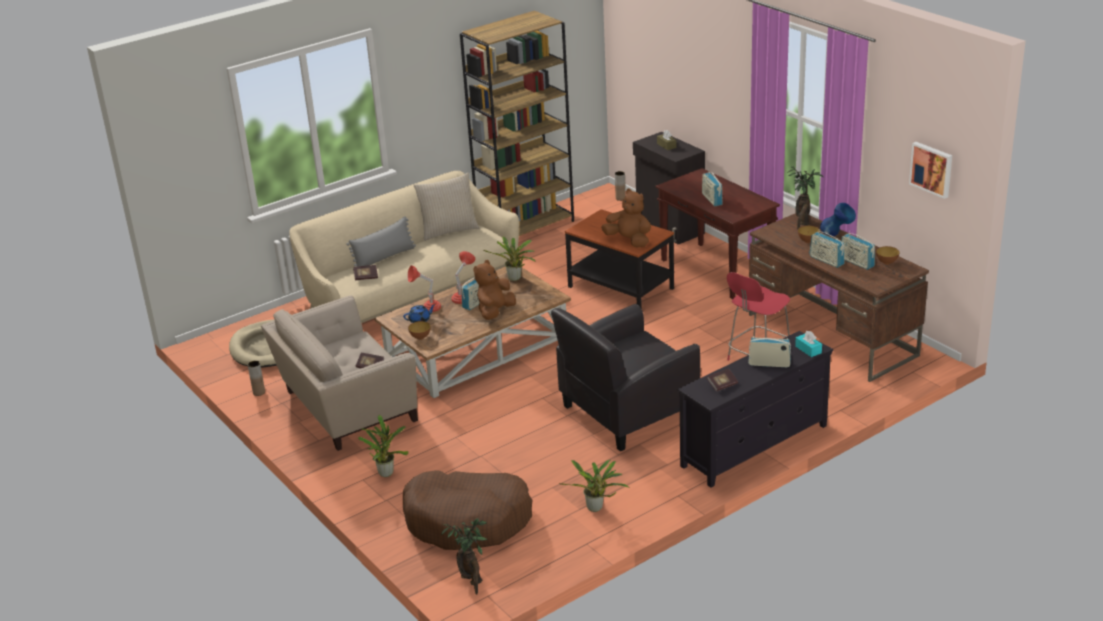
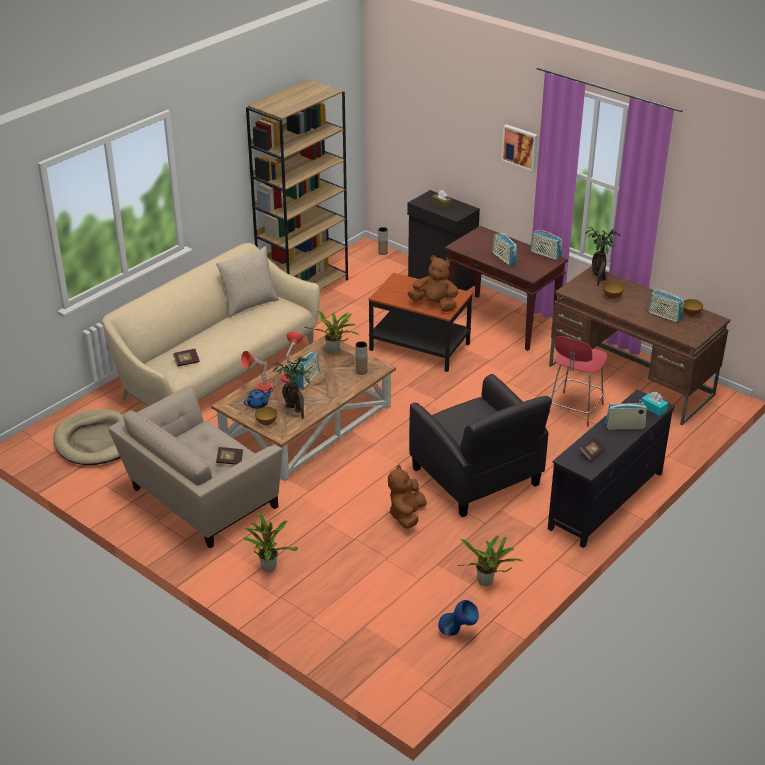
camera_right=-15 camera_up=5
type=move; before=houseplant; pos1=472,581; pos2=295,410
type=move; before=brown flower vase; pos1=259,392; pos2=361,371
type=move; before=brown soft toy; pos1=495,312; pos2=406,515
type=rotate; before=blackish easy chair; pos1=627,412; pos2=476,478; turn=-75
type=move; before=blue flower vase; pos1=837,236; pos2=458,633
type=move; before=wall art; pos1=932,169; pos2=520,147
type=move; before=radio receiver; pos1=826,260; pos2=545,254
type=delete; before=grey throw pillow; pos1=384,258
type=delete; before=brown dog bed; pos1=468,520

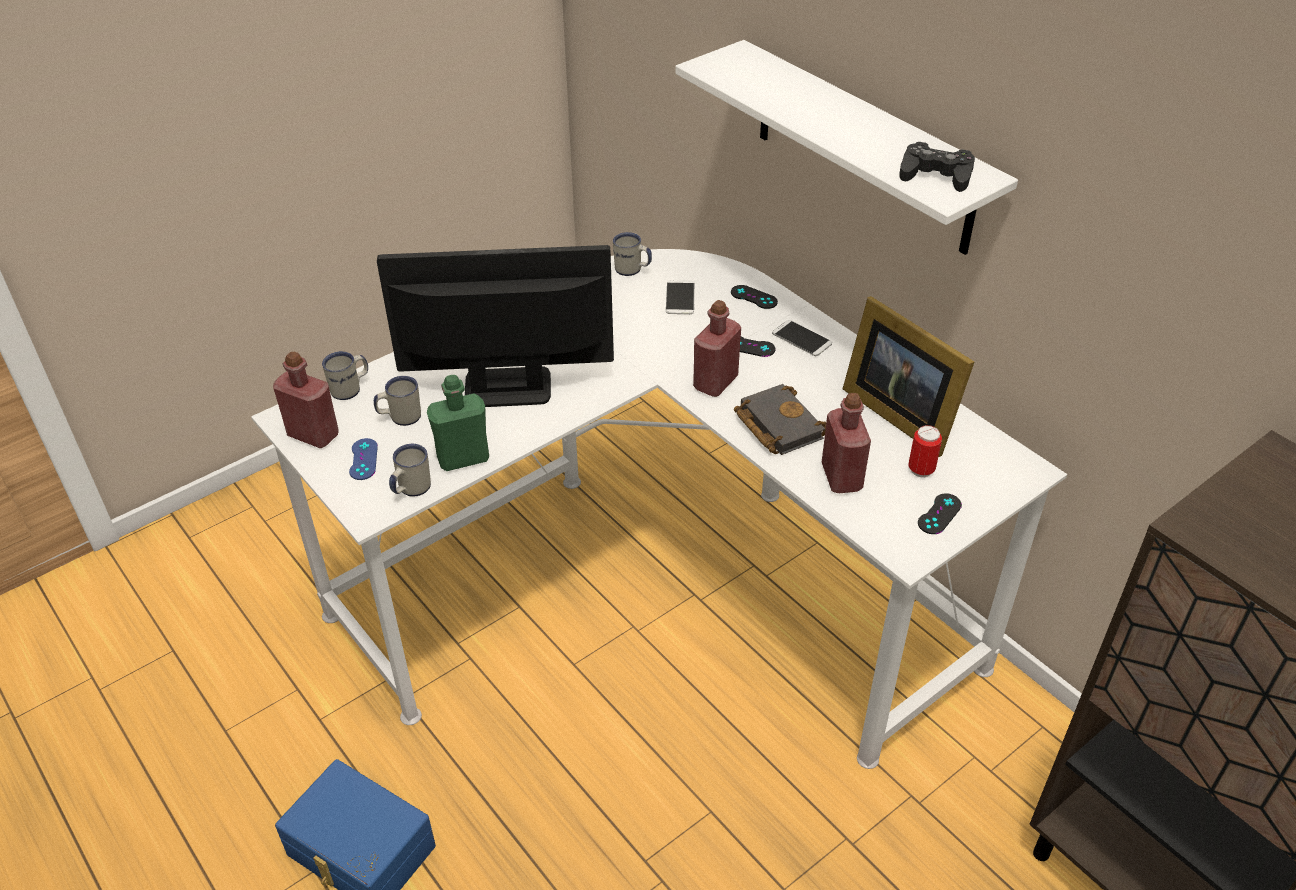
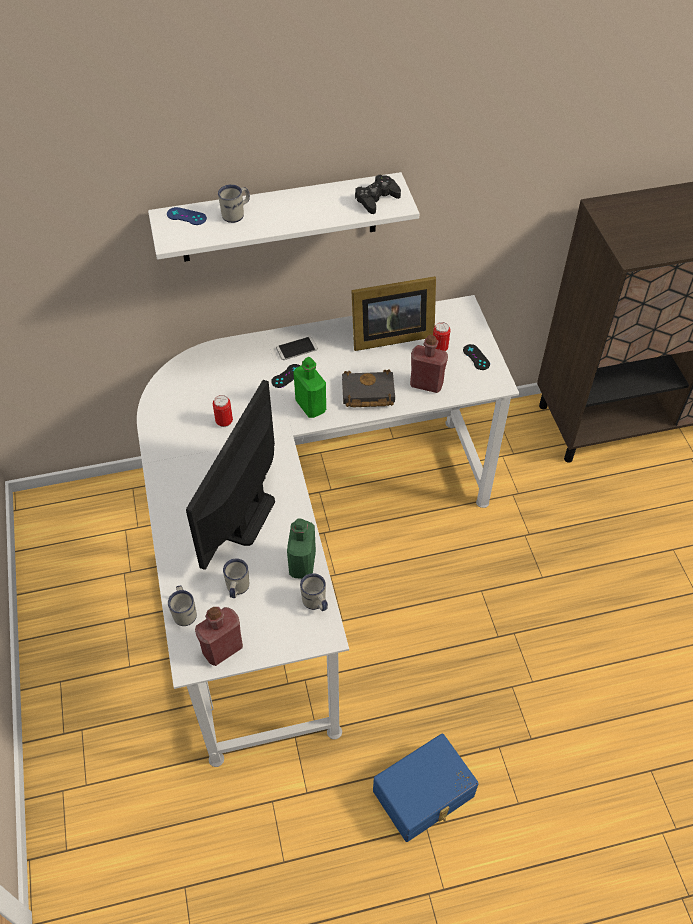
camera_right=-65 camera_up=10
type=move; before=blue gamepad; pos1=363,459; pos2=186,216
type=insert; after=can; pos2=224,422
type=move; before=white mug; pos1=632,270; pos2=236,214
type=recolor; before=red beverage bottle; after=green-coloured beverage bottle; pos1=715,382; pos2=310,406
type=delete; before=handset; pos1=680,298
type=delete; before=blackish gamepad; pos1=754,297

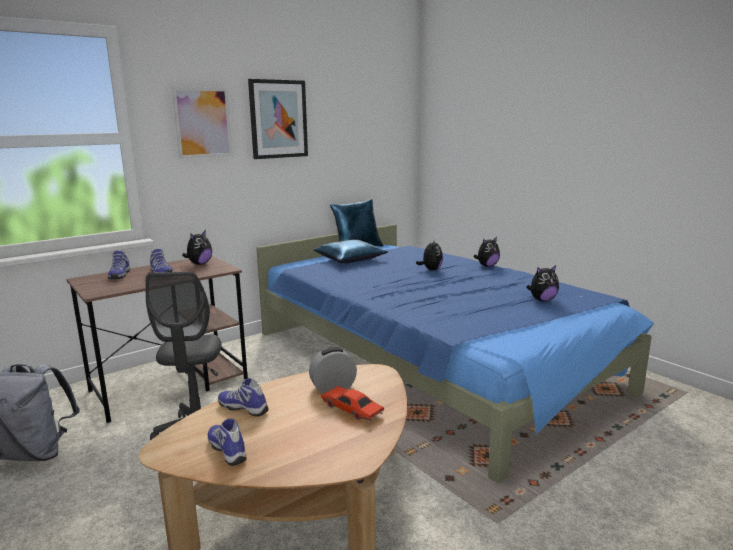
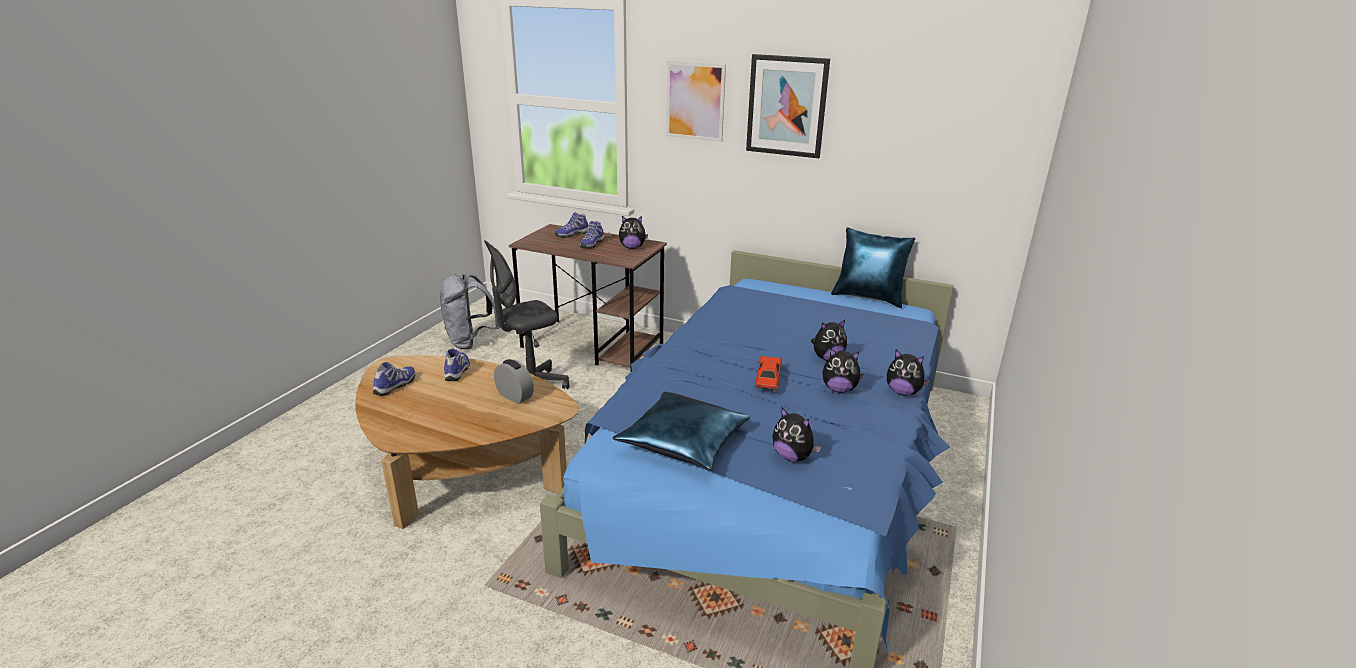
camera_right=60 camera_up=10
type=move; before=blue throw pillow; pos1=350,259; pos2=684,441
type=move; before=red model car; pos1=352,409; pos2=768,379
type=insert; after=soft toy; pos2=839,389

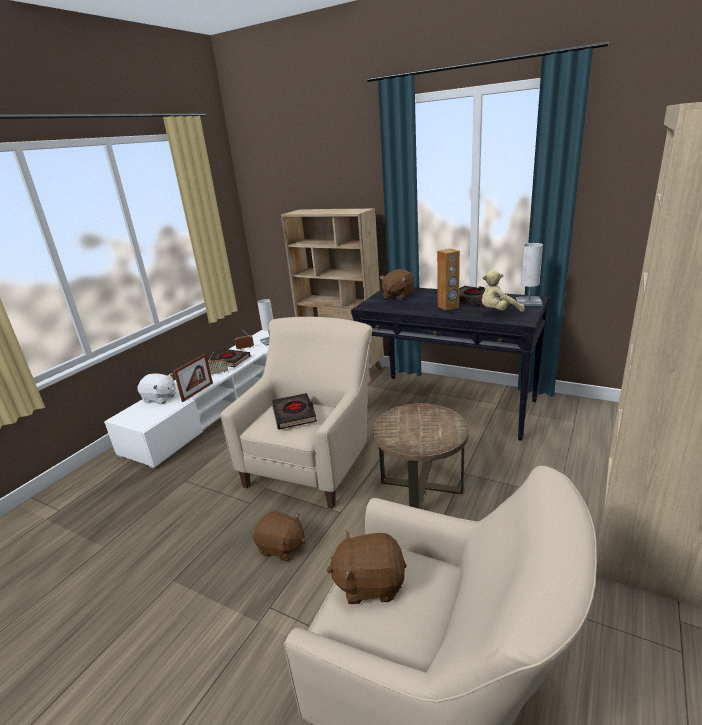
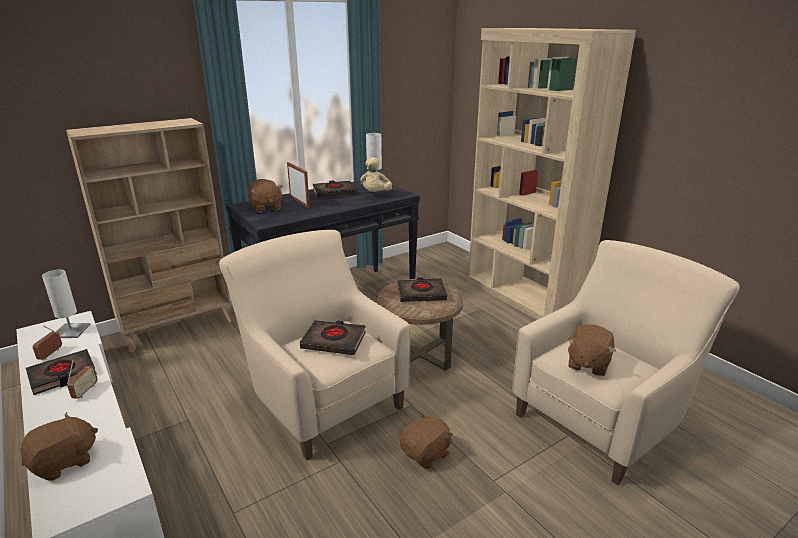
camera_right=-65 camera_up=0
type=recolor; before=white soft toy; after=brown soft toy; pos1=160,398; pos2=64,462
type=move; before=standing frame; pos1=197,392; pos2=299,201
type=insert; after=blackish volume; pos2=421,293
type=delete; before=brown audio speaker; pos1=448,307

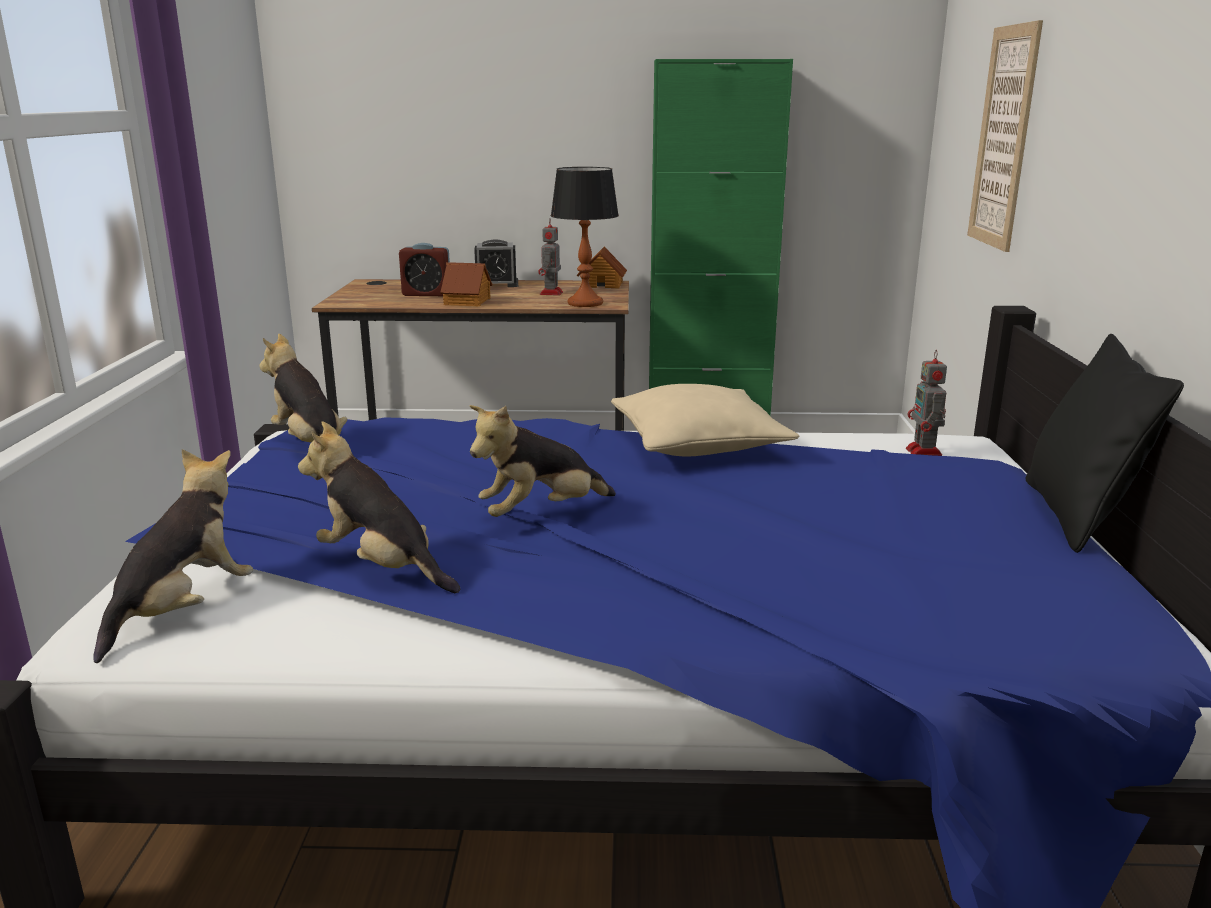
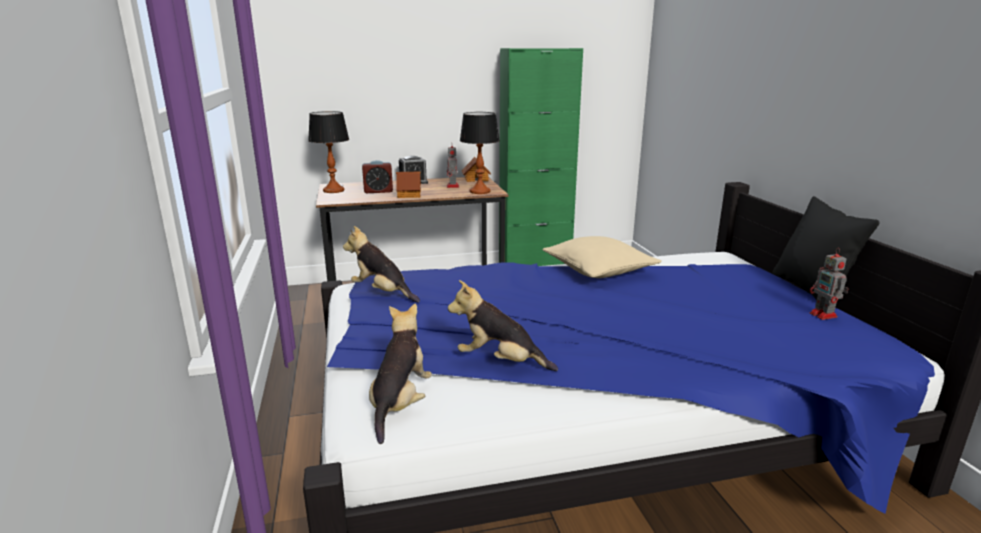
camera_right=-15 camera_up=0
type=insert; after=tabletop lamp; pos2=334,190
type=move; before=model robot; pos1=924,452; pos2=824,315
type=delete; before=soft toy; pos1=541,513
type=delete; before=wall art; pos1=1003,137

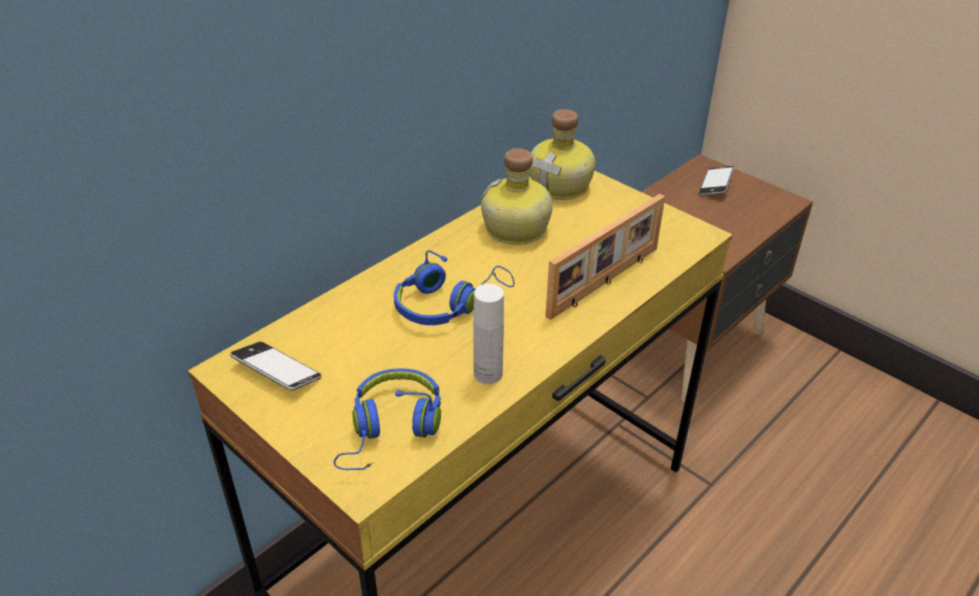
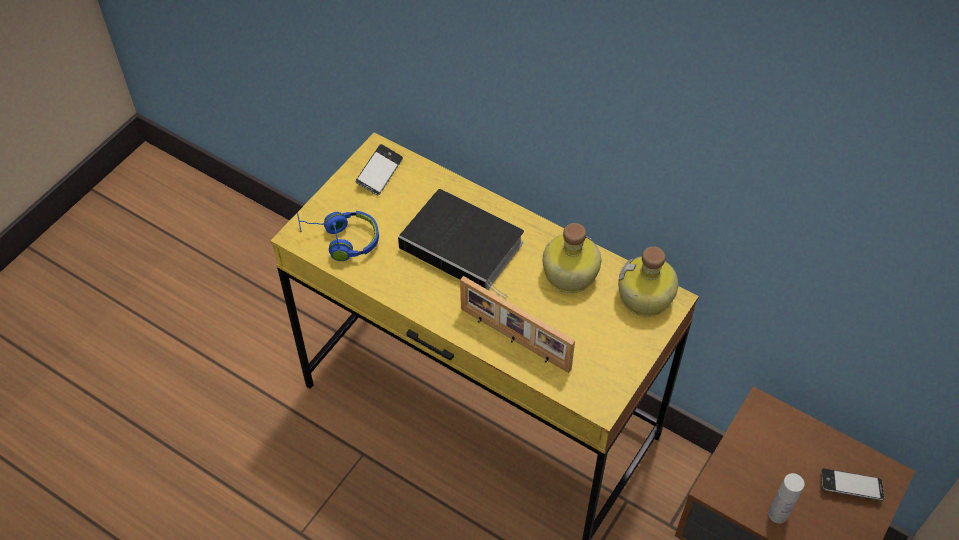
camera_right=80 camera_up=15
type=replace; before=blue pair of headphones; after=volume; pos1=448,303; pos2=465,246
type=move; before=white beverage bottle; pos1=488,374; pos2=778,514

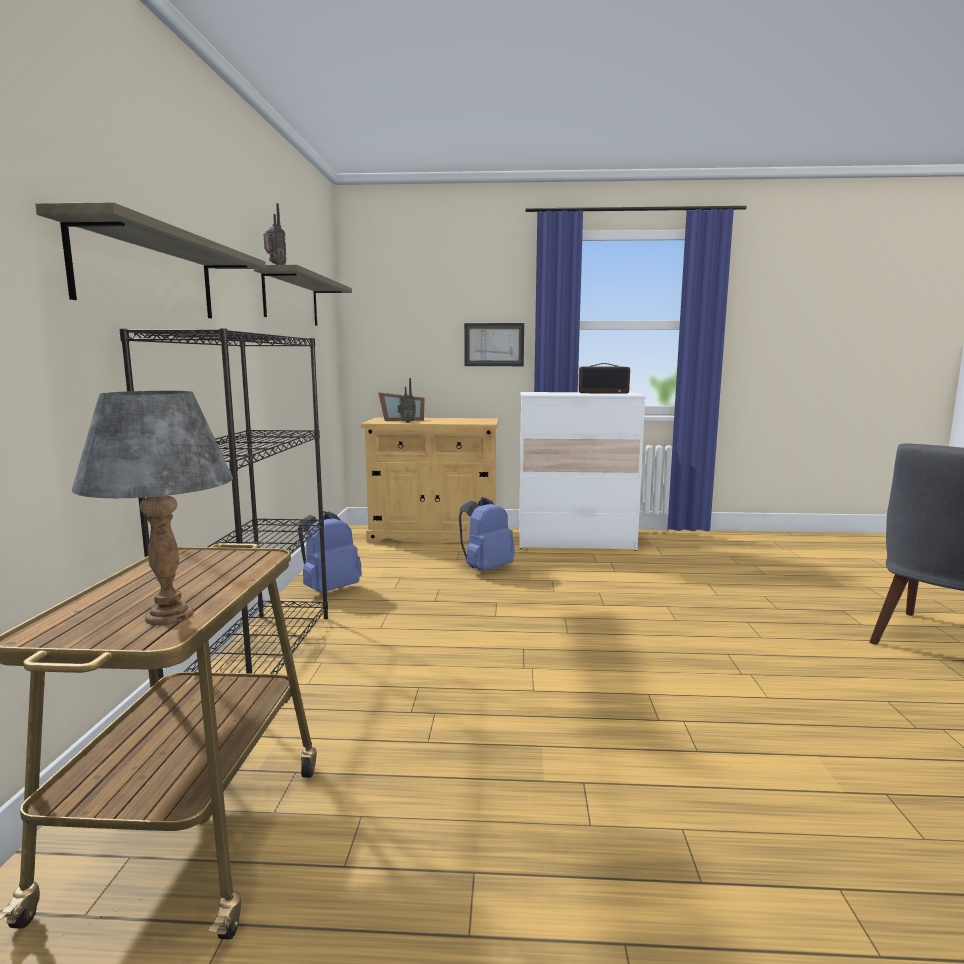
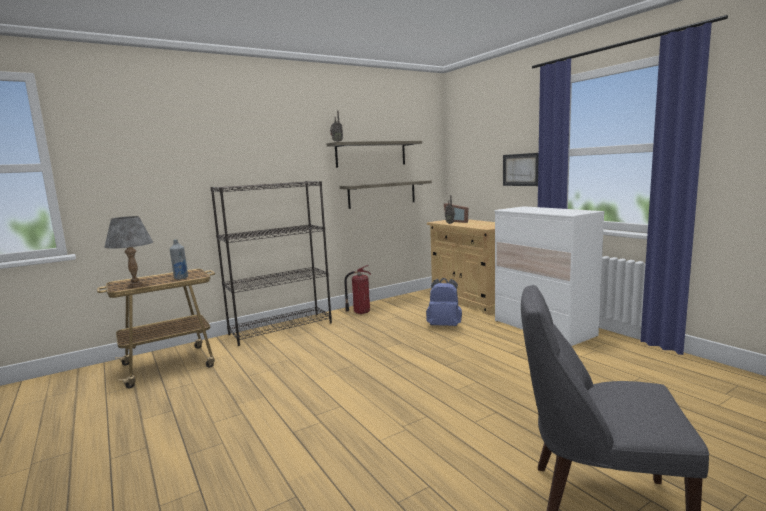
camera_right=55 camera_up=0
type=insert; after=grey beverage bottle; pos2=181,278
type=move; before=wall shelf; pos1=149,275; pos2=382,194
type=replace; before=blue backpack; after=fire-fighting cylinder; pos1=329,589; pos2=360,312
type=delete; before=radio receiver; pos1=603,393

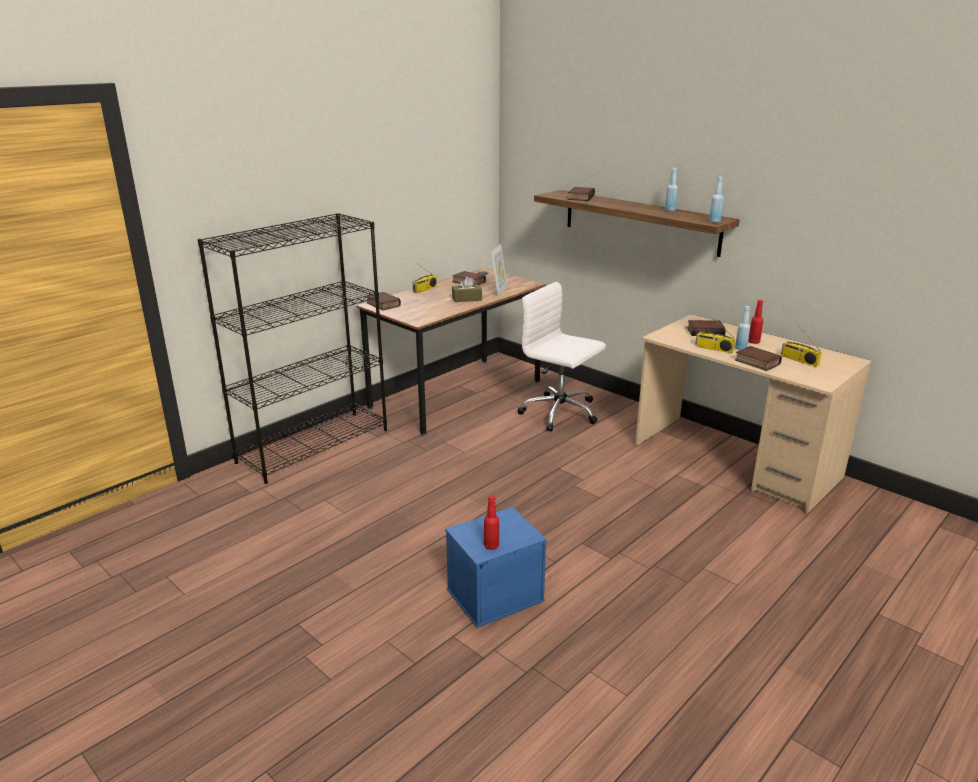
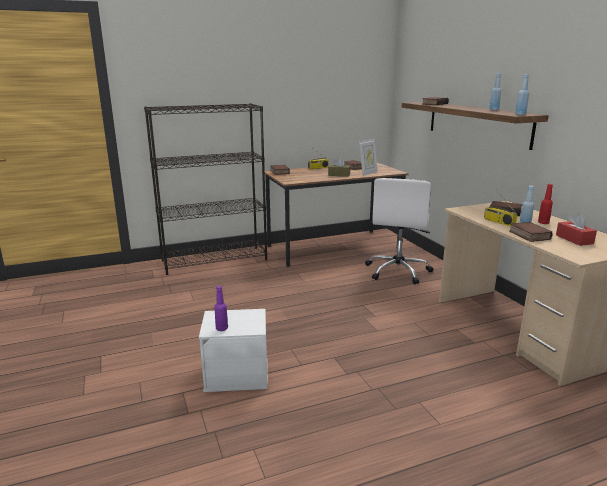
camera_right=25 camera_up=-5
type=recolor; before=blue storage bin; after=white storage bin; pos1=495,594; pos2=238,374
type=recolor; before=red beverage bottle; after=purple-coloured beverage bottle; pos1=491,546; pos2=221,328
type=rotate; before=white computer chair; pos1=561,413; pos2=398,271; turn=-135
type=replace; before=radio receiver; after=red tissue holder; pos1=799,360; pos2=574,239

